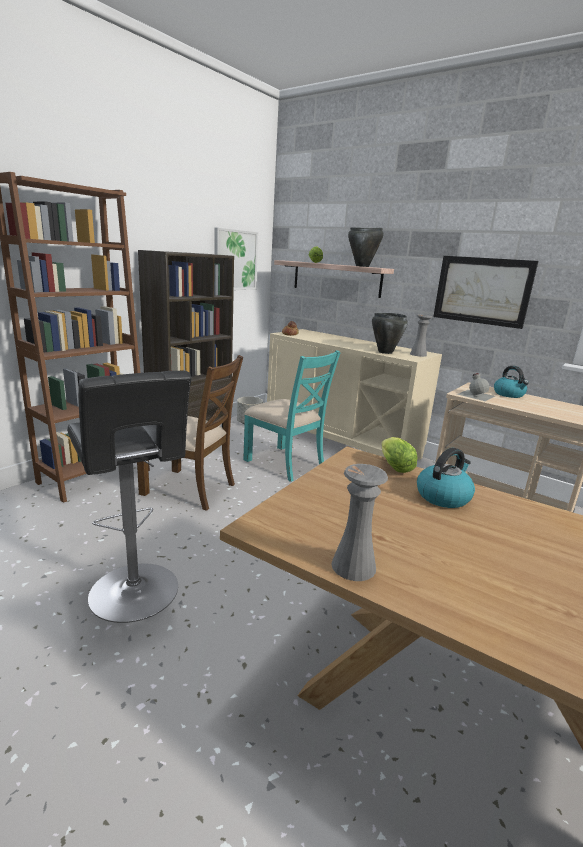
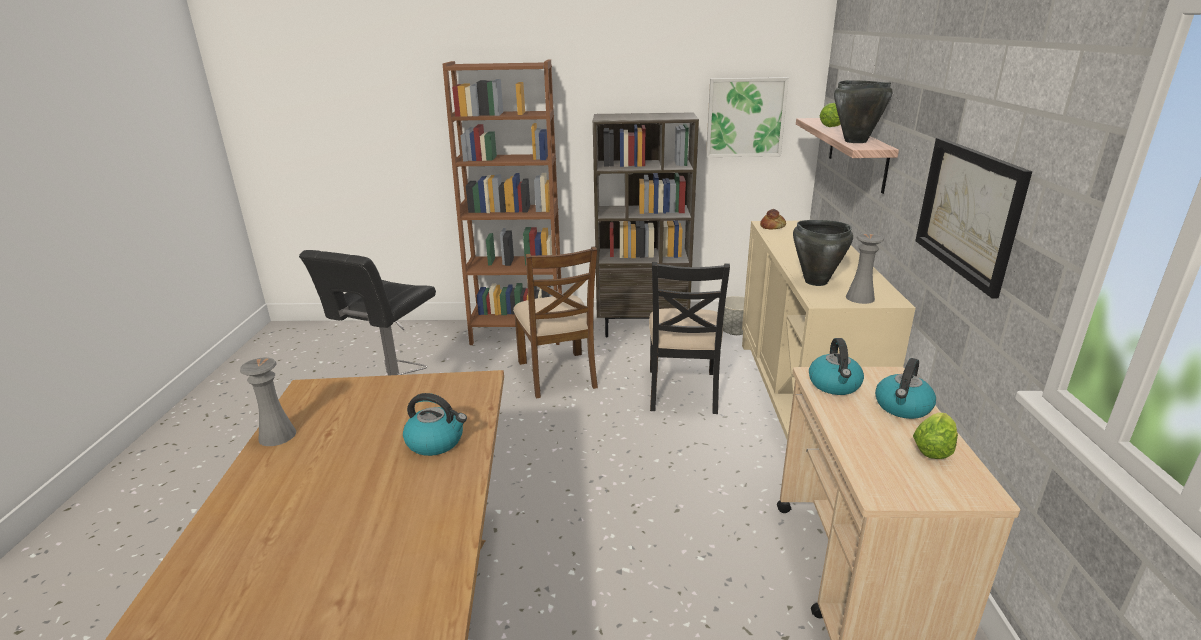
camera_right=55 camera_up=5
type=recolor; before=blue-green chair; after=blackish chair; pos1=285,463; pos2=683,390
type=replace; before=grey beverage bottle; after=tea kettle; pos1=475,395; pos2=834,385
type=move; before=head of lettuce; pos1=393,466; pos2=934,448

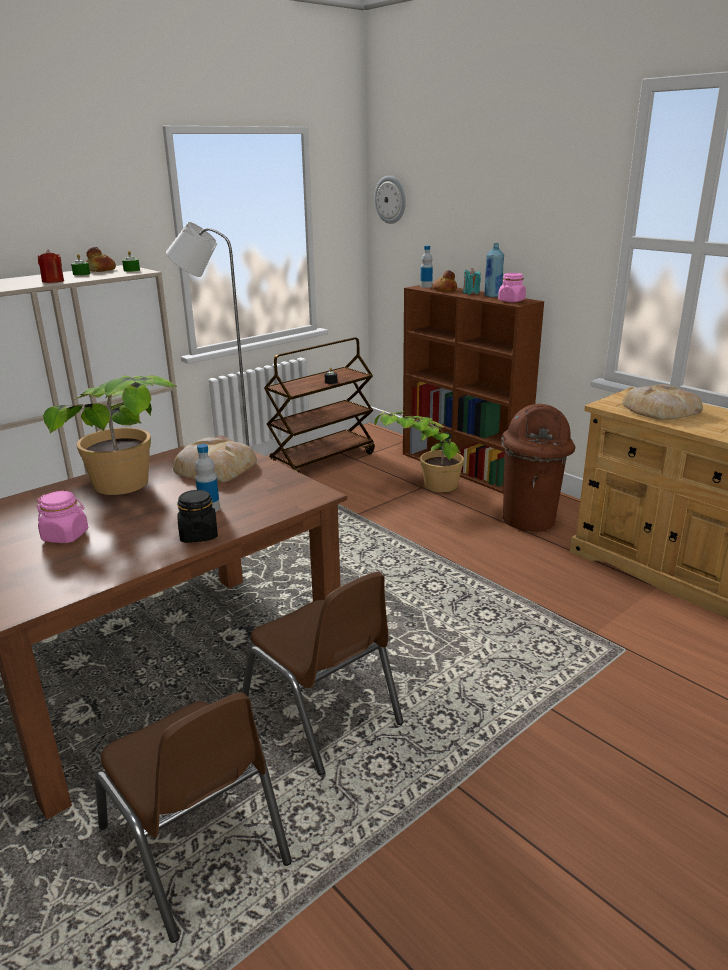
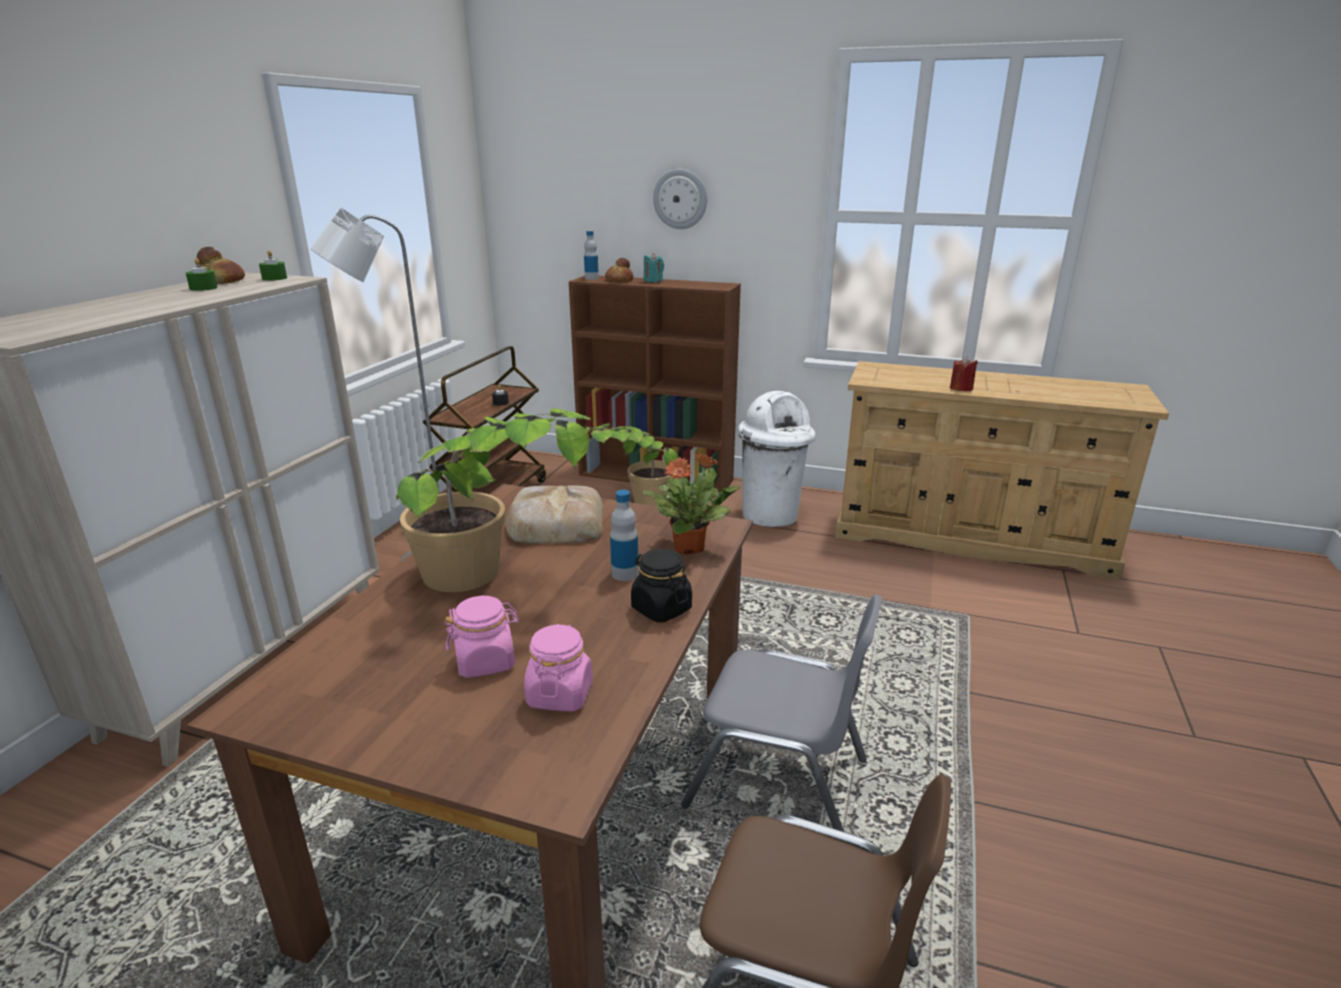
camera_right=-30 camera_up=0
type=move; before=pink-coloured storage jar; pos1=511,300; pos2=560,694
type=insert; after=houseplant; pos2=690,548
type=move; before=hanging clock; pos1=391,199; pos2=680,199
type=recolor; before=brown chair; after=grey chair; pos1=322,713; pos2=778,782
type=recolor; before=brown waste bin; after=white waste bin; pos1=530,520; pos2=771,515
type=move; before=red wax candle; pos1=53,281; pos2=961,388
type=delete; before=blue beverage bottle; pos1=492,296
type=delete; before=baked bread; pos1=659,409

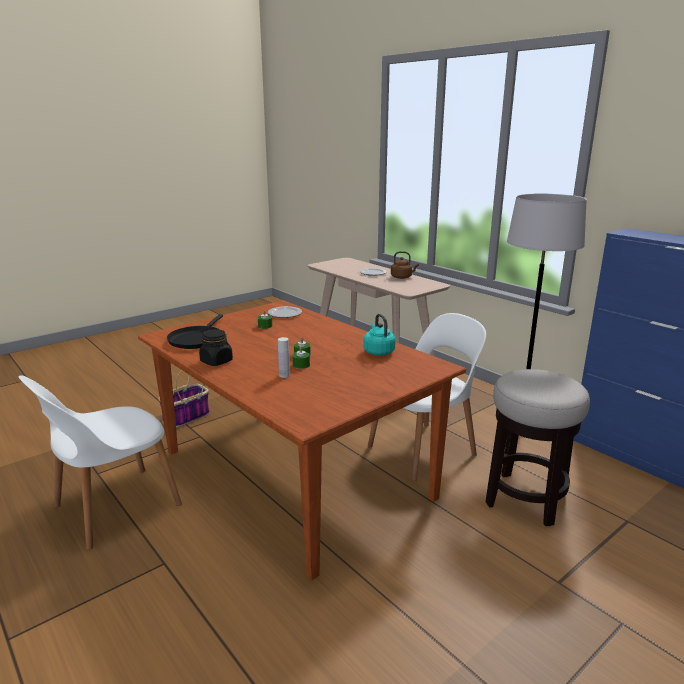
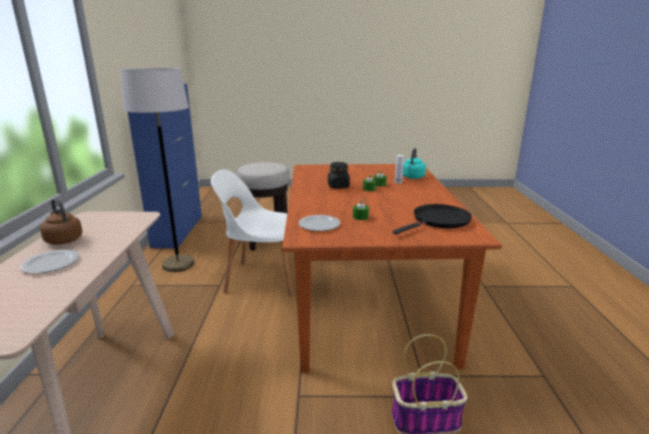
camera_right=-140 camera_up=0
type=move; before=blackish storage jar; pos1=216,361; pos2=338,186
type=move; before=blue-green tea kettle; pos1=378,351; pos2=412,177
type=delete; before=white chair; pos1=114,507

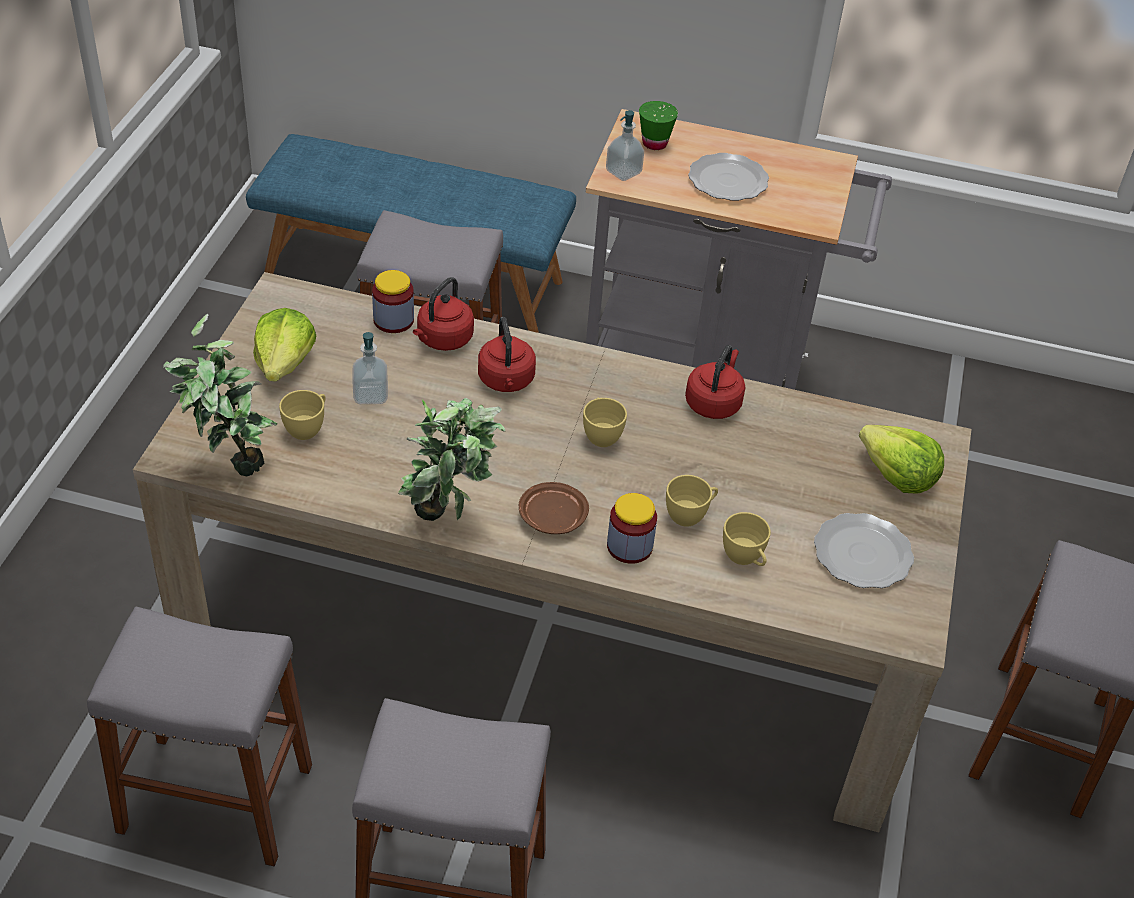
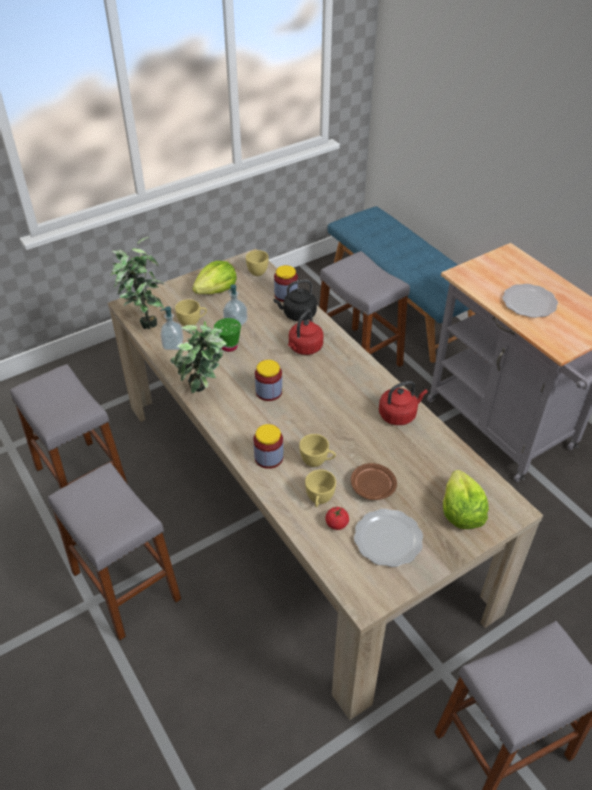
camera_right=45 camera_up=0
type=move; before=soap bottle; pos1=623,172; pos2=173,345
type=move; before=green-coloured drinking cup; pos1=654,143; pos2=229,346
type=move; before=yellow drinking cup; pos1=601,435; pos2=259,271
type=insert; after=storage jar; pos2=269,392
type=recolor; before=red tea kettle; after=blackish tea kettle; pos1=443,340; pos2=297,315
type=insert; after=whole tomato; pos2=336,524
type=move; before=brown plate; pos1=552,517; pos2=372,487

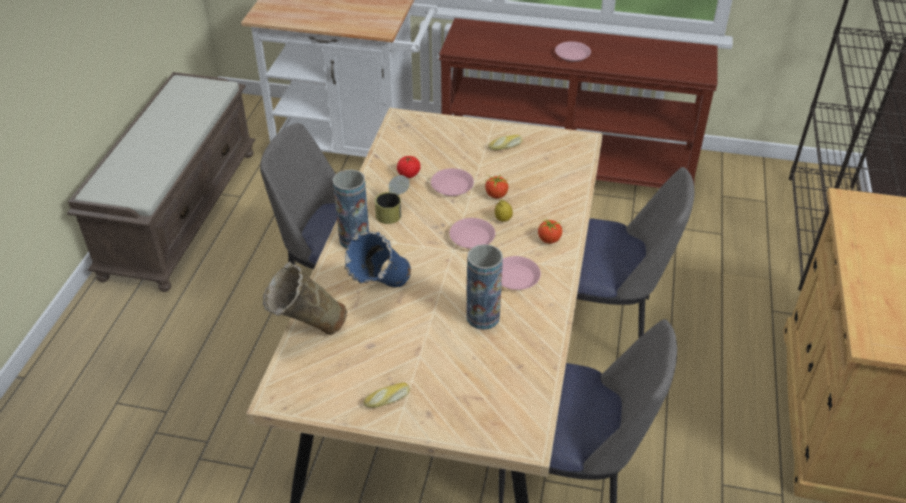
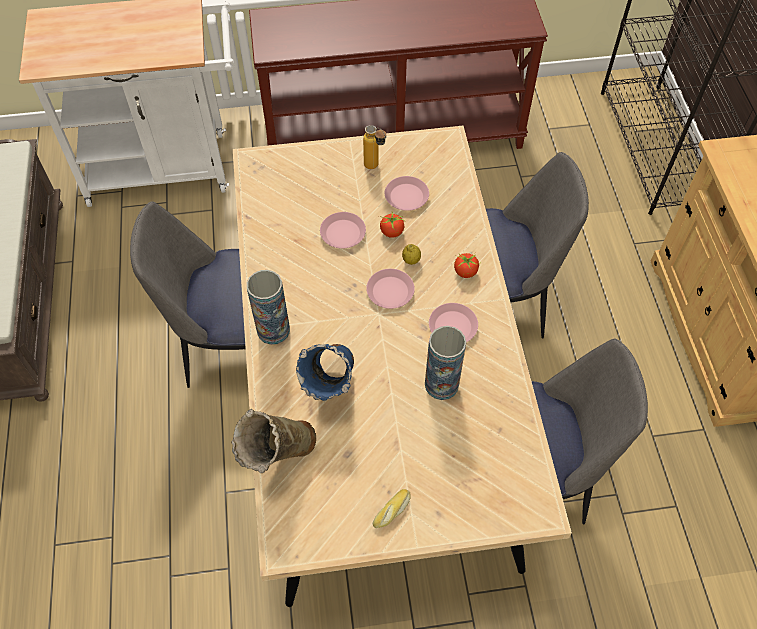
camera_right=-20 camera_up=15
type=replace; before=baked bread; after=beverage bottle; pos1=505,146; pos2=375,168
type=move; before=pink-coloured plate; pos1=572,54; pos2=406,196
type=delete; before=can; pos1=393,211
type=delete; before=whole tomato; pos1=409,174

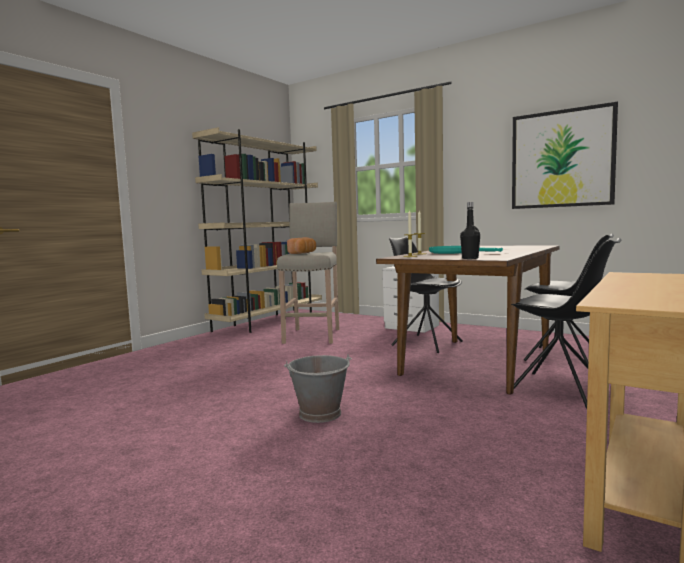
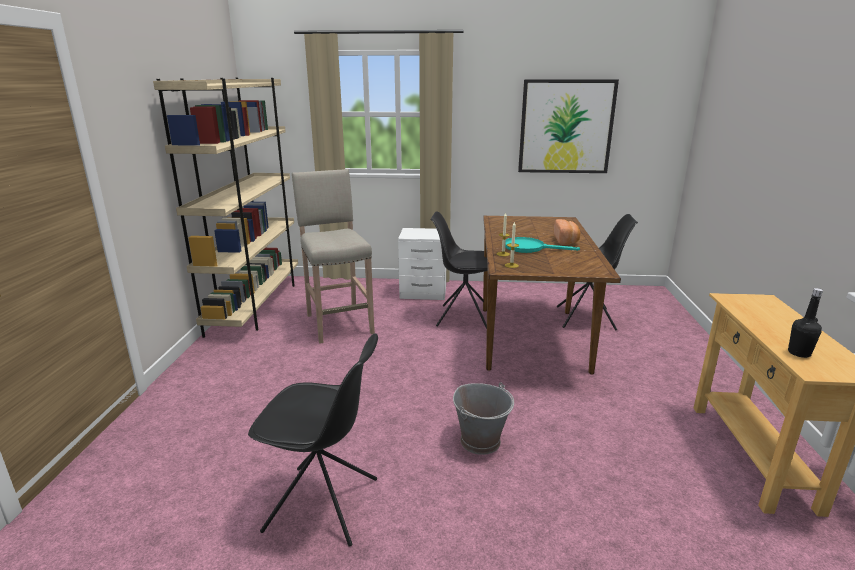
camera_right=-30 camera_up=15
type=move; before=blackish chair; pos1=560,390; pos2=324,505
type=move; before=baked bread; pos1=303,253; pos2=566,241
type=move; before=blackish beverage bottle; pos1=470,258; pos2=799,353

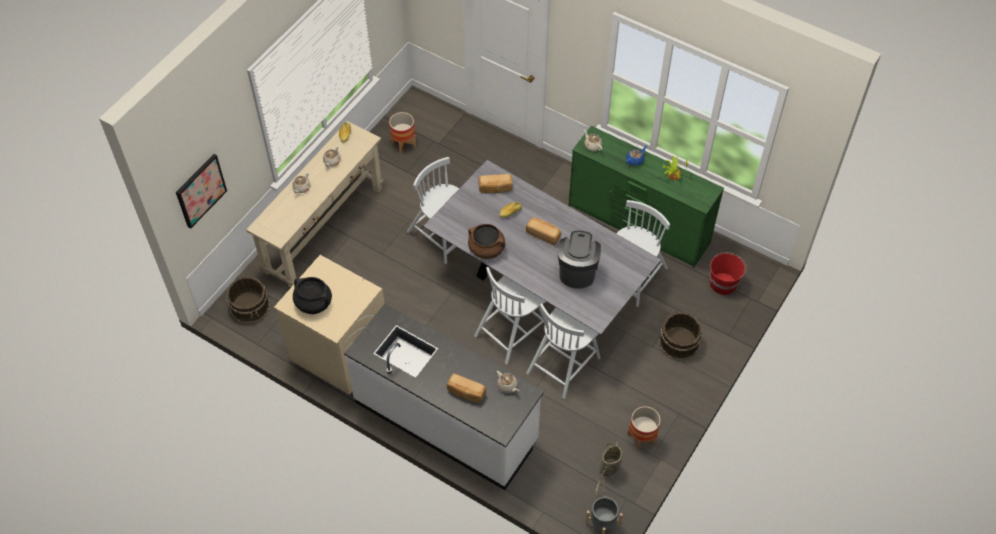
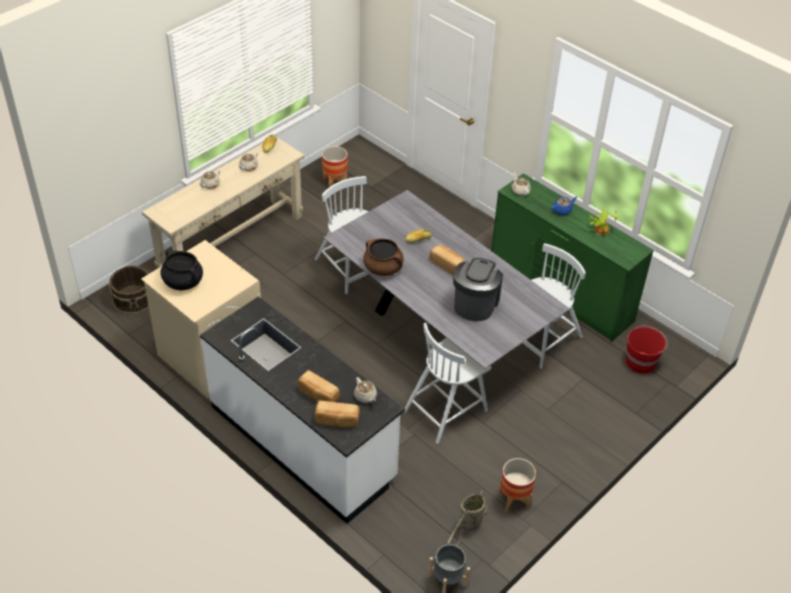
camera_right=10 camera_up=-10
type=move; before=baked bread; pos1=495,188; pos2=337,420
type=delete; before=wall art; pos1=200,190
type=delete; before=white chair; pos1=512,331
type=delete; before=brown water bucket; pos1=678,342

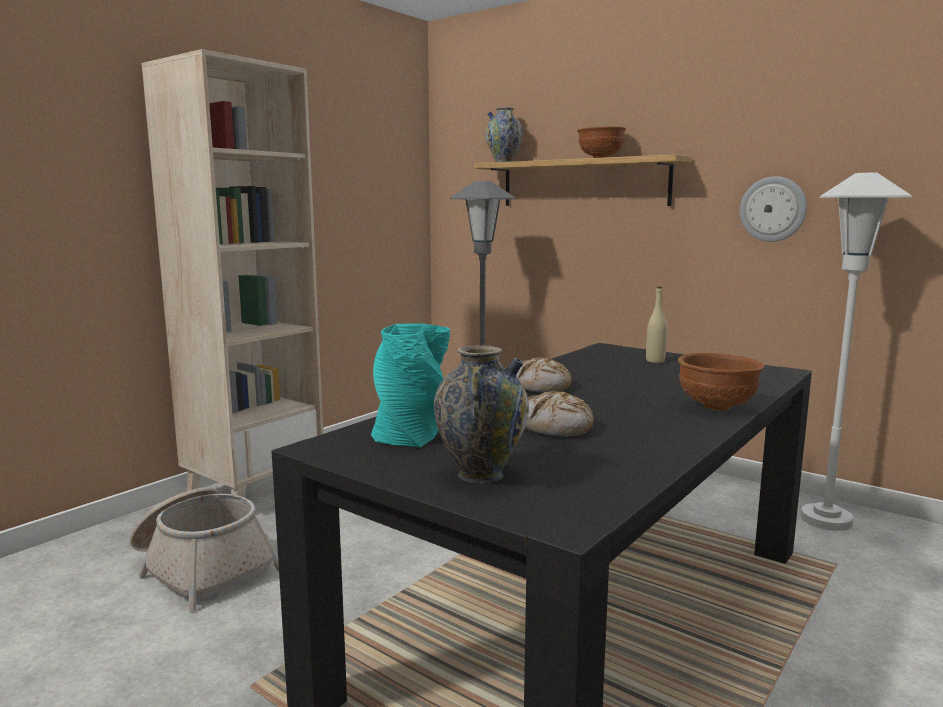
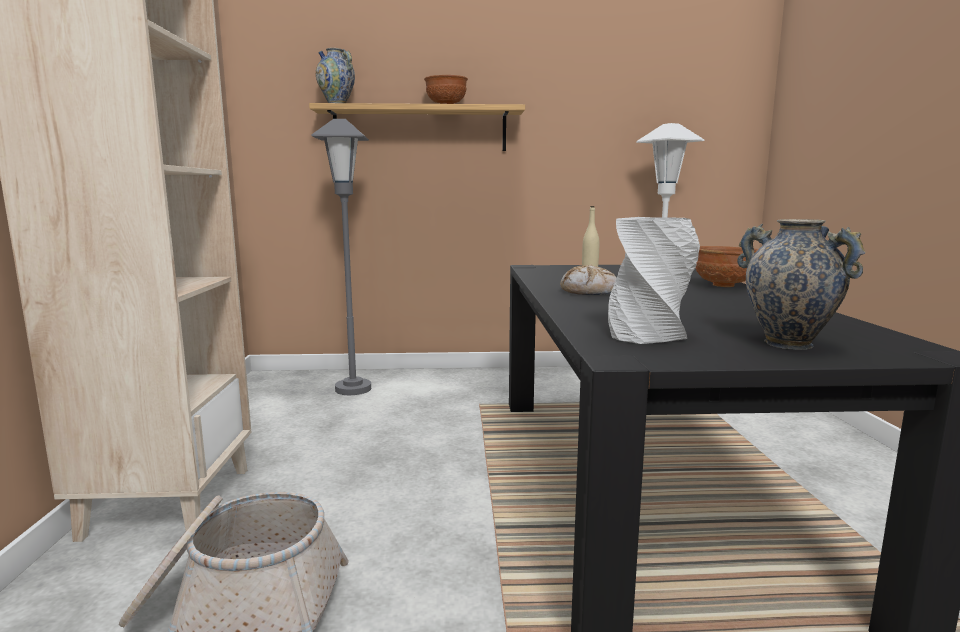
camera_right=-40 camera_up=0
type=recolor; before=blue-green flower vase; after=grey flower vase; pos1=411,436; pos2=648,335
type=delete; before=baked bread; pos1=557,427
type=delete; before=hanging clock; pos1=773,209

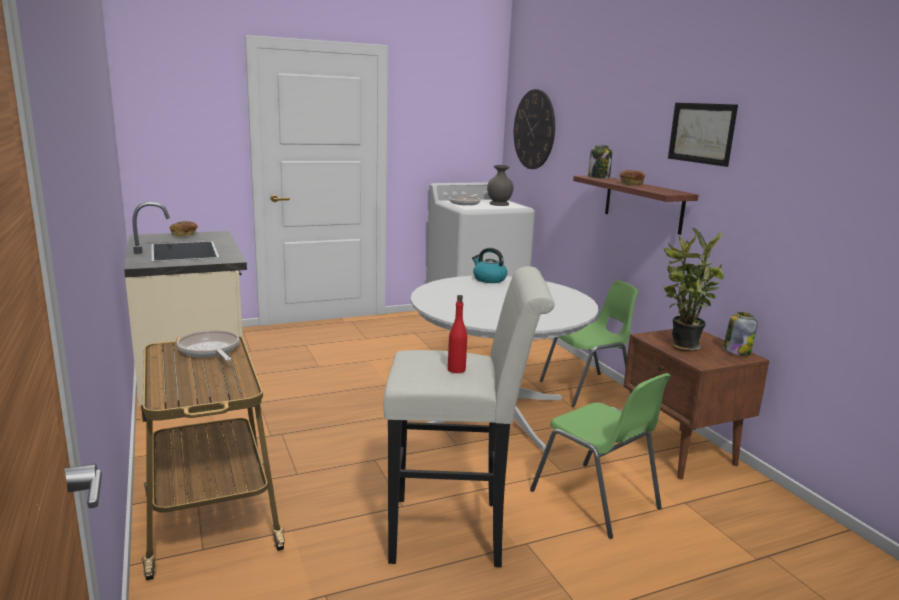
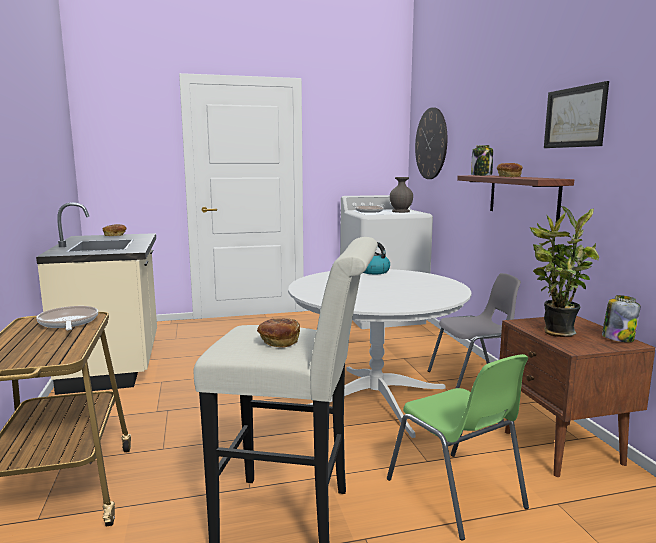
camera_right=10 camera_up=-5
type=replace; before=red beverage bottle; after=baked bread; pos1=456,369; pos2=279,342
type=recolor; before=green-coloured chair; after=grey chair; pos1=587,389; pos2=474,380

